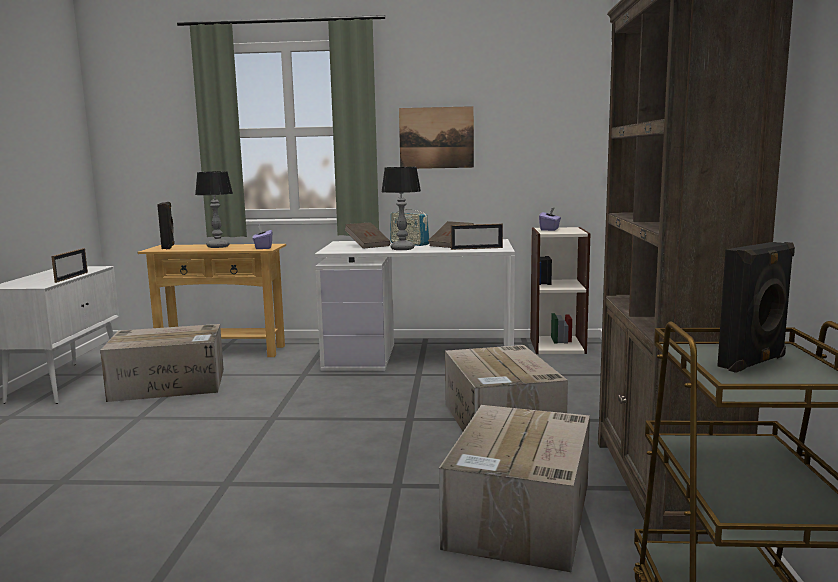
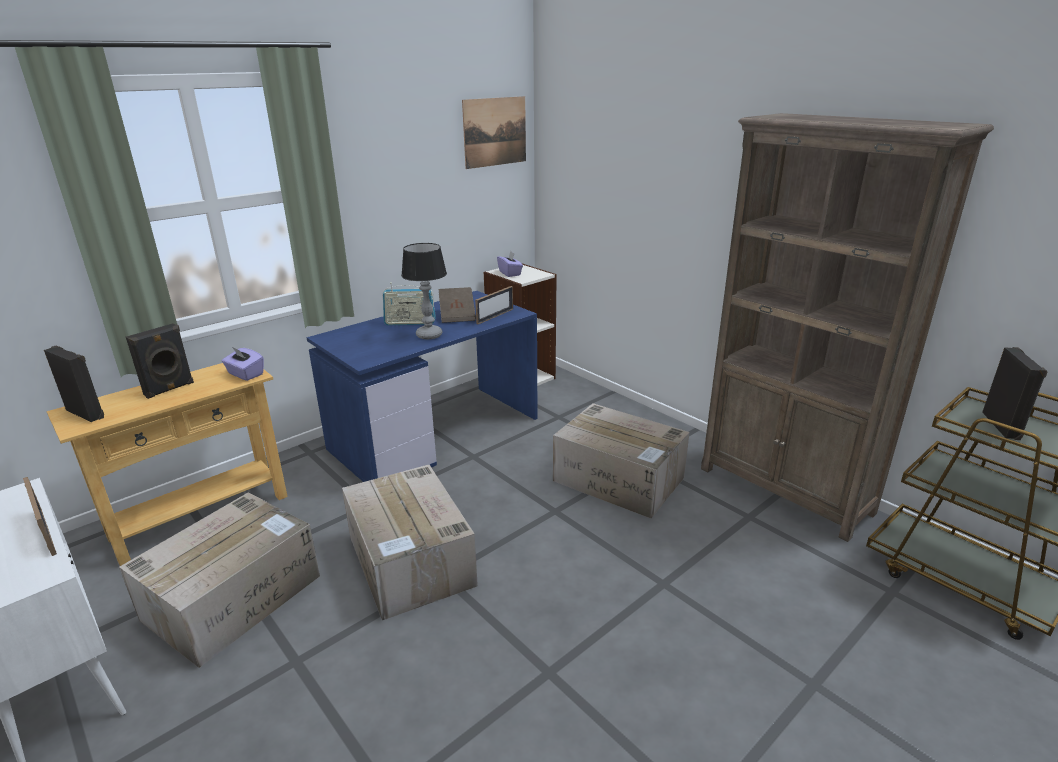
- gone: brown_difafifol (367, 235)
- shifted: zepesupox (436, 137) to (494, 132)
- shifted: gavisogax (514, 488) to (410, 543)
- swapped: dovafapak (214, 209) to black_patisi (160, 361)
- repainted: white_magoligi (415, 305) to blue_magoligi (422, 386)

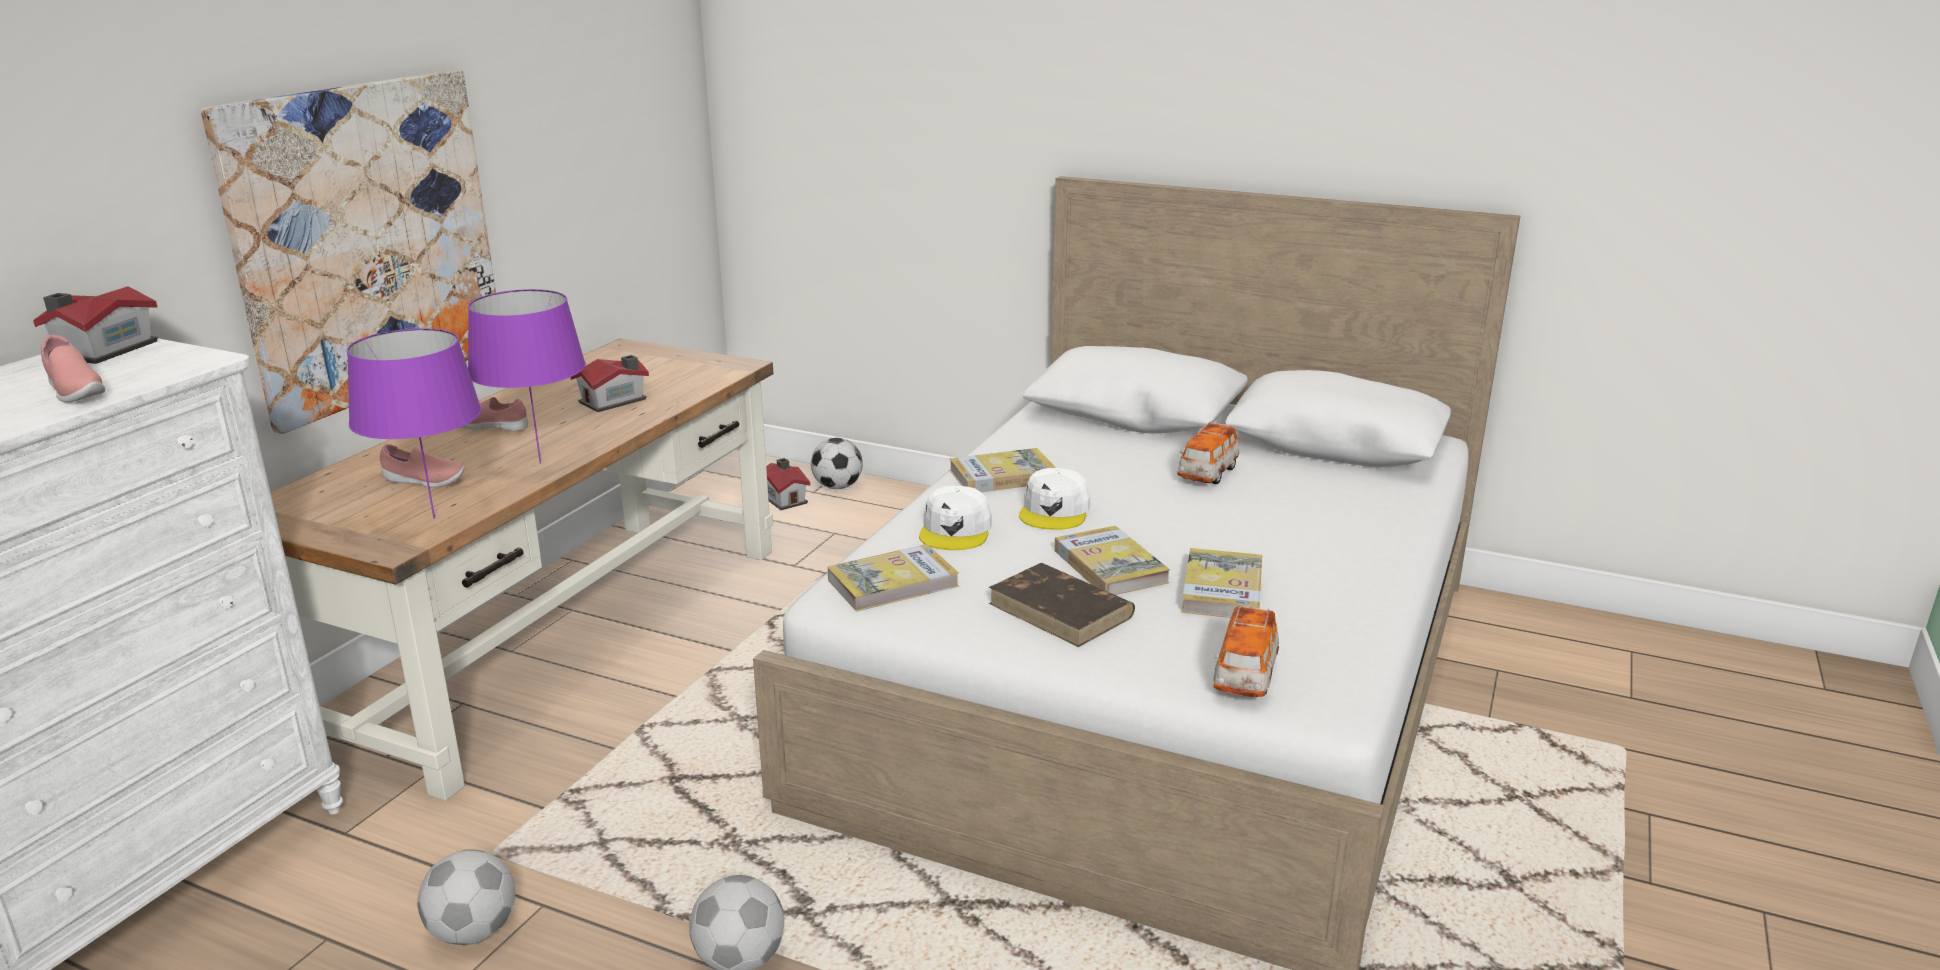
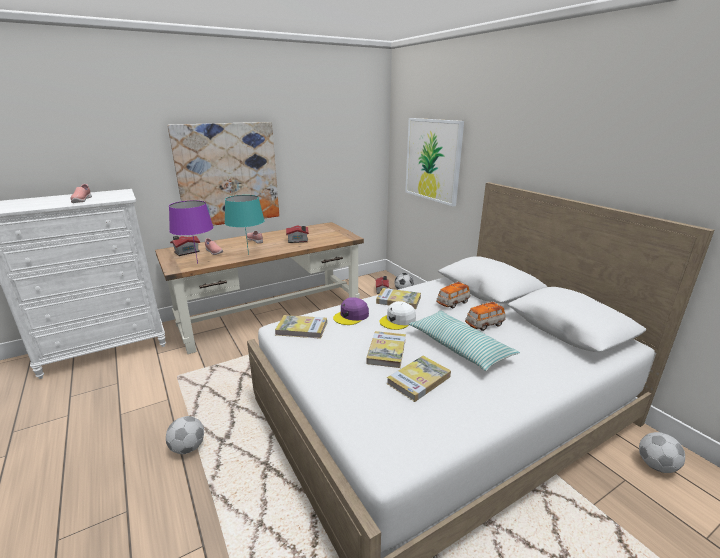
- gone: brown_difafifol (1062, 605)
- new: zepesupox (434, 162)
- new: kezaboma (464, 341)
- shifted: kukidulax (95, 325) to (185, 246)
- shifted: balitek (466, 897) to (662, 452)
- shifted: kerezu (1246, 650) to (453, 294)
- repainted: purple_dovafapak (527, 376) to turquoise_dovafapak (245, 225)
- repainted: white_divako (955, 518) to purple_divako (351, 311)

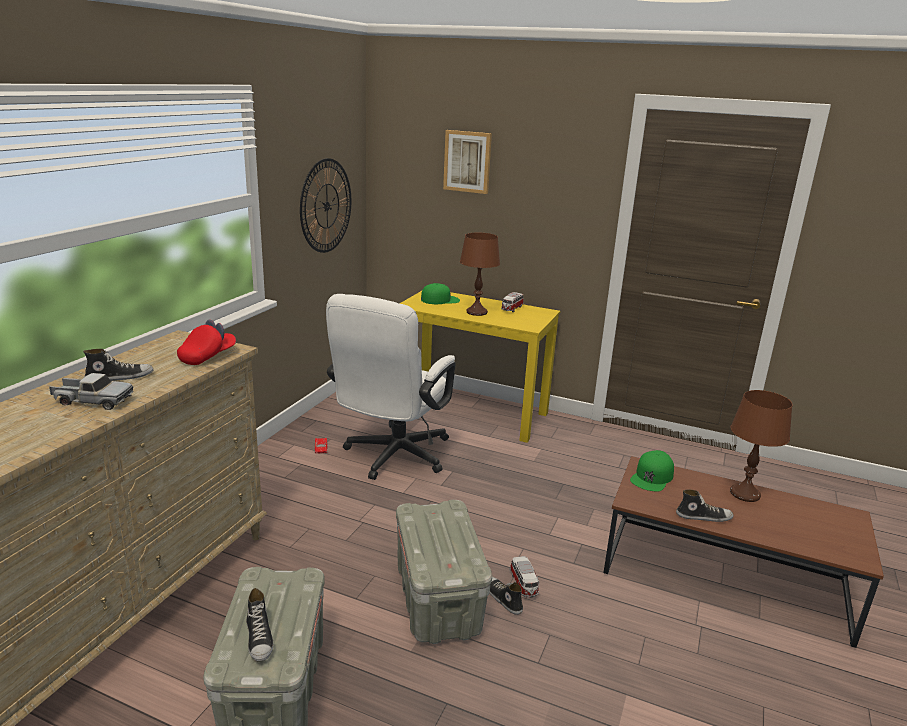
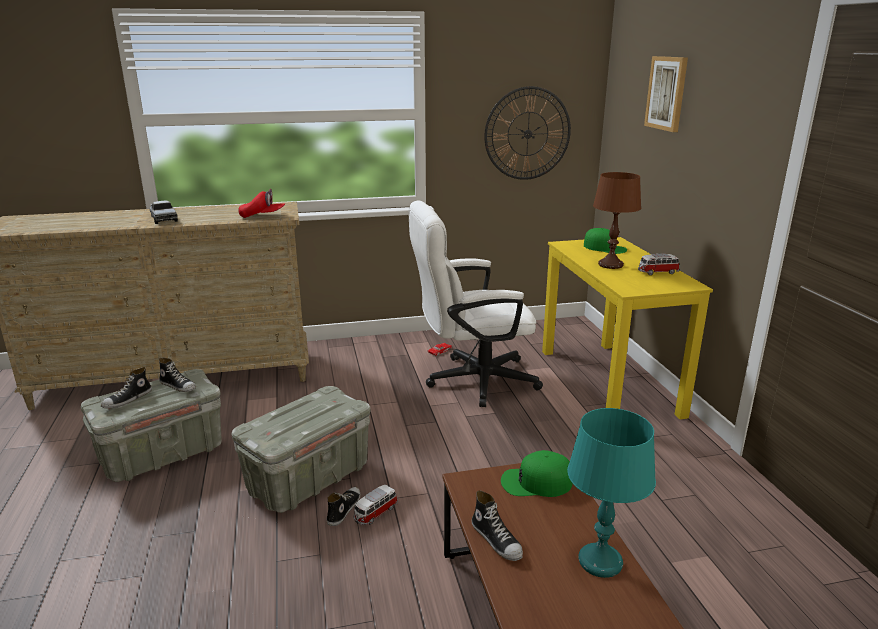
- shifted: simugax (118, 365) to (177, 375)
- repainted: brown_dovafapak (761, 446) to turquoise_dovafapak (611, 493)

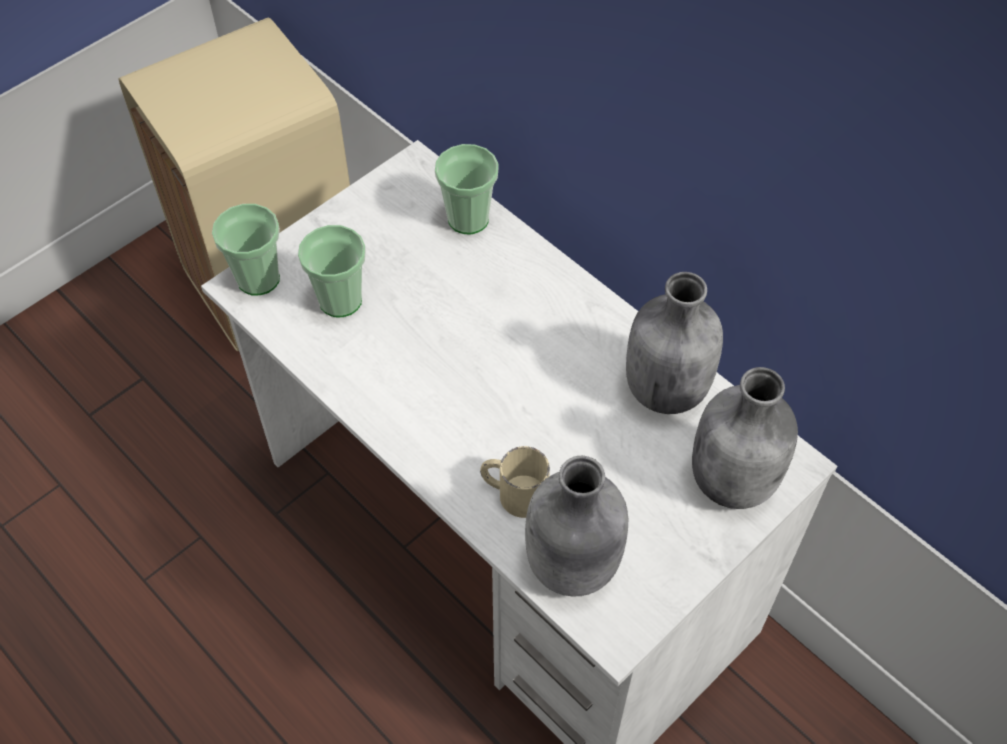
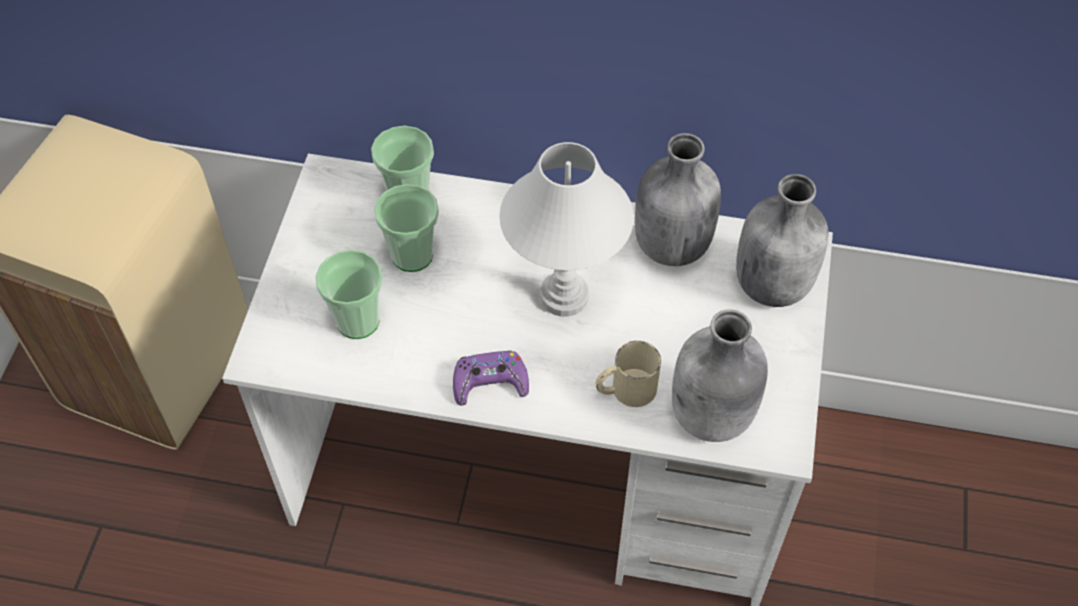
- new: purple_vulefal (491, 378)
- new: white_dovafapak (566, 229)
- shifted: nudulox (246, 249) to (406, 228)

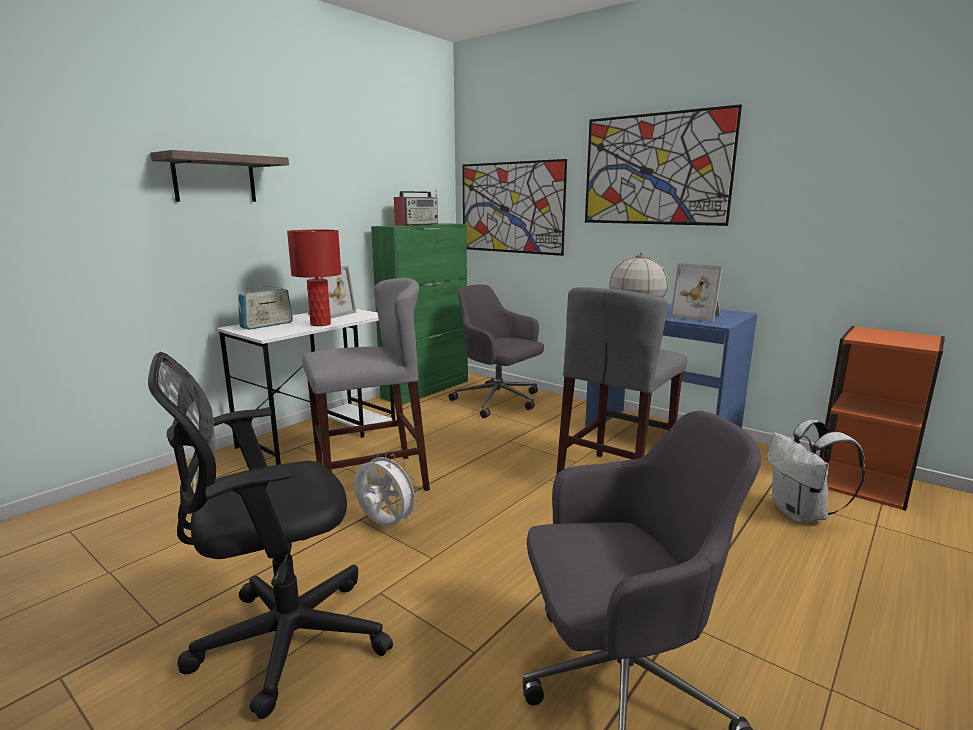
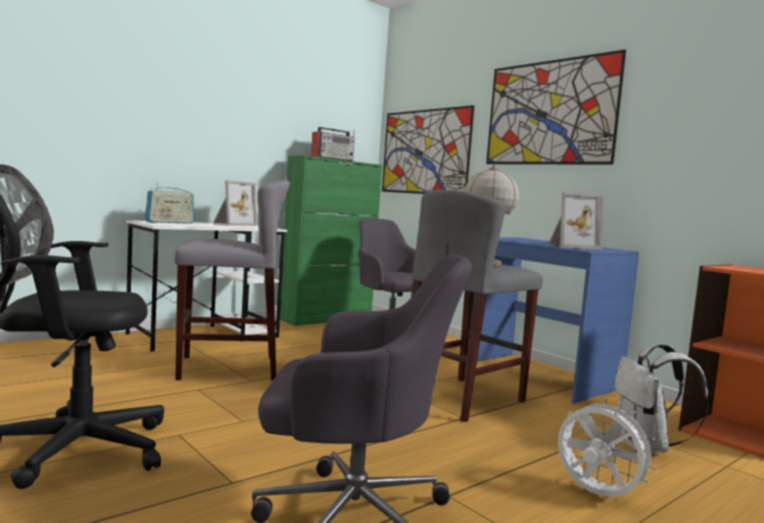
- gone: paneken (219, 176)
- gone: red_dovafapak (314, 278)
- shifted: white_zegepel (387, 489) to (608, 447)
- rotated: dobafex (696, 292) = (576, 221) 60 degrees counterclockwise

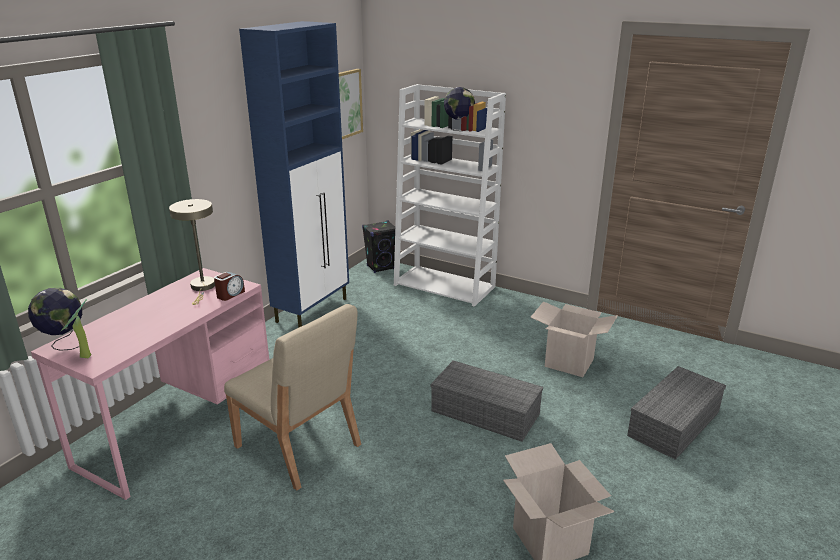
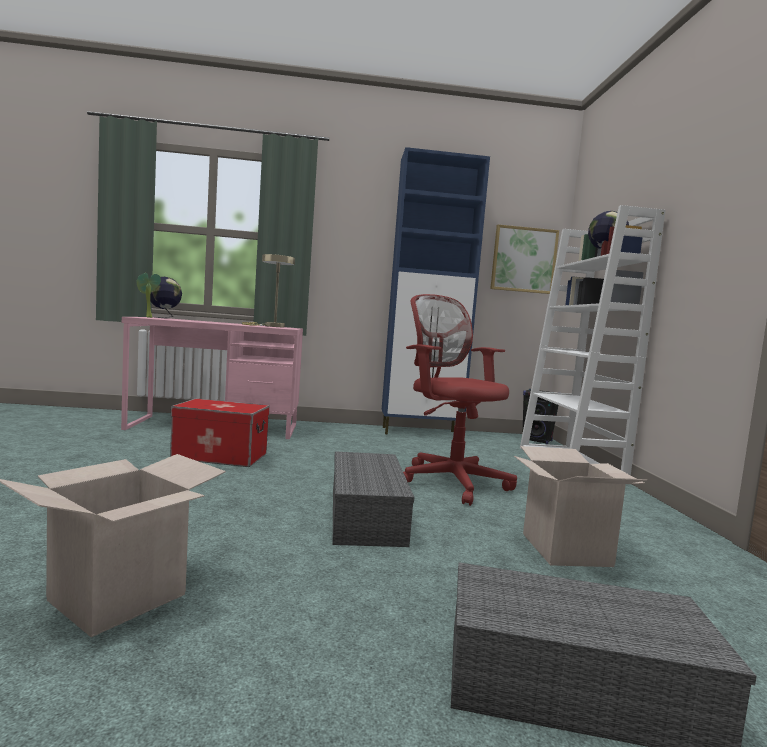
- gone: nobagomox (229, 286)
- new: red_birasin (460, 400)
- swapped: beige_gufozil (292, 397) to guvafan (220, 433)

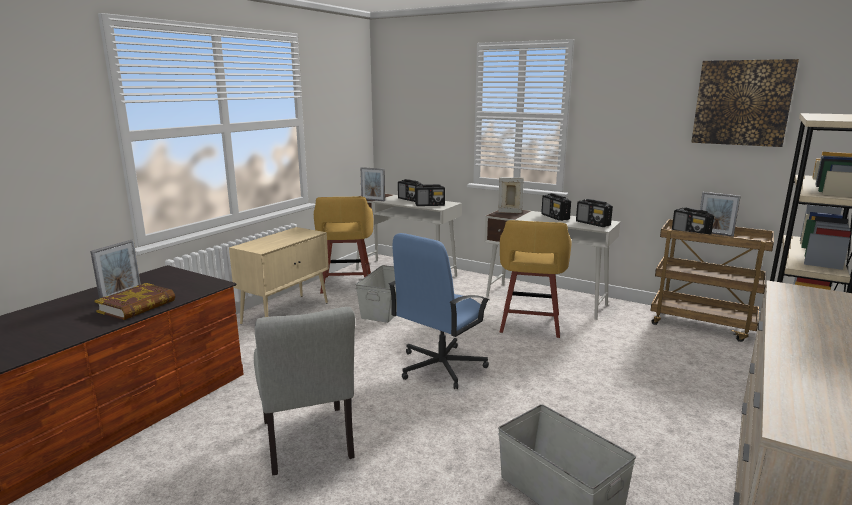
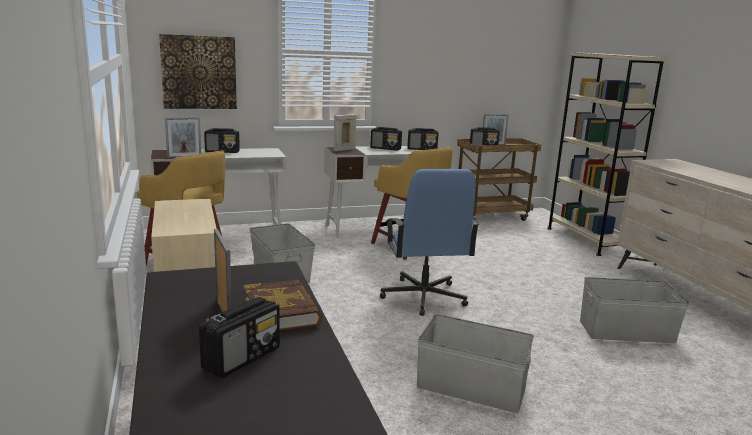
- shifted: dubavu (430, 195) to (239, 337)
- shifted: zepesupox (745, 103) to (198, 71)
- swapped: grey_gufozil (304, 391) to grey_guvafan (475, 363)

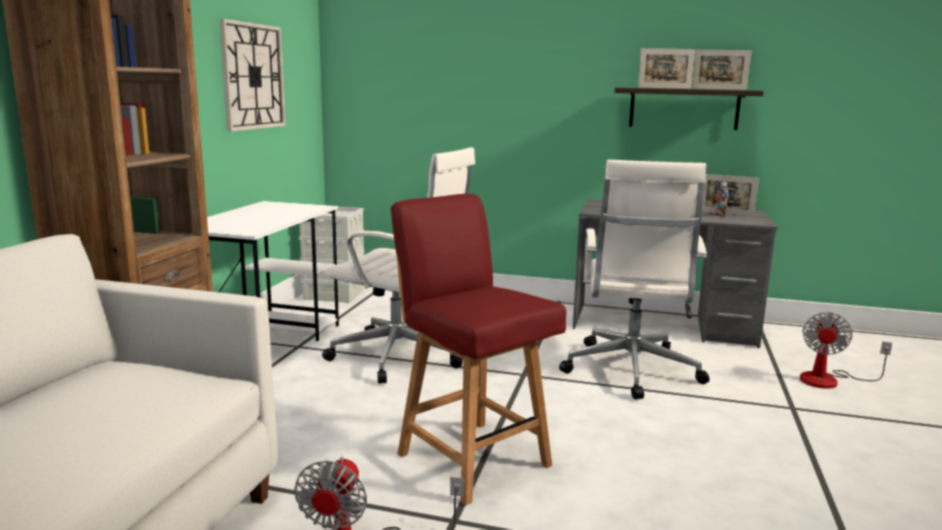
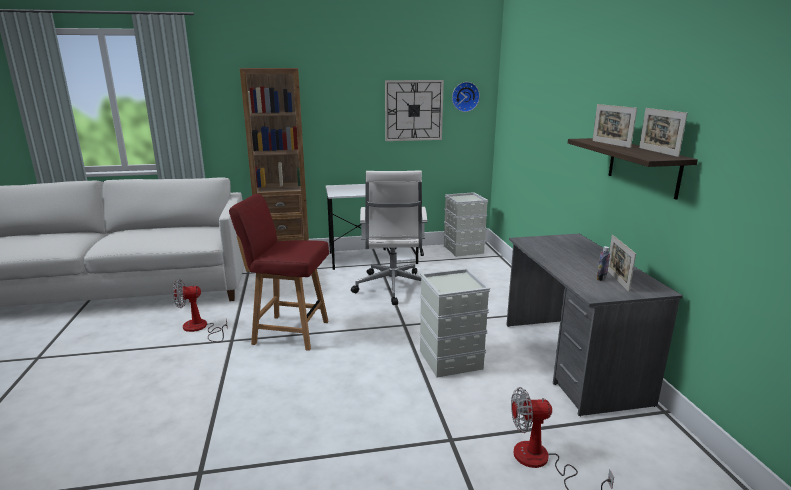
- new: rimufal (466, 97)
- swapped: white_birasin (634, 279) to grey_guvafan (454, 322)
- rotated: red_gufozil (478, 349) = (279, 272) 105 degrees counterclockwise

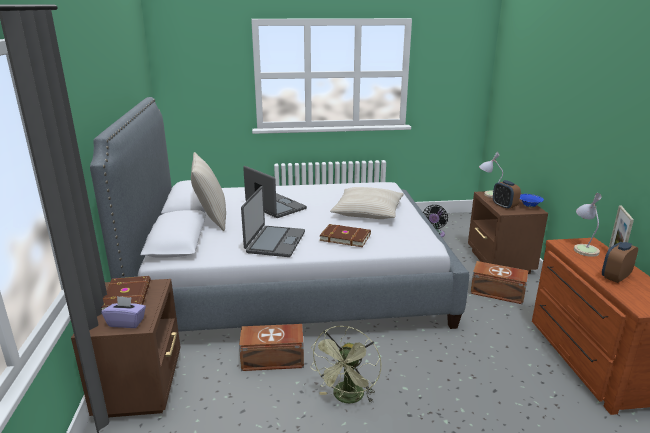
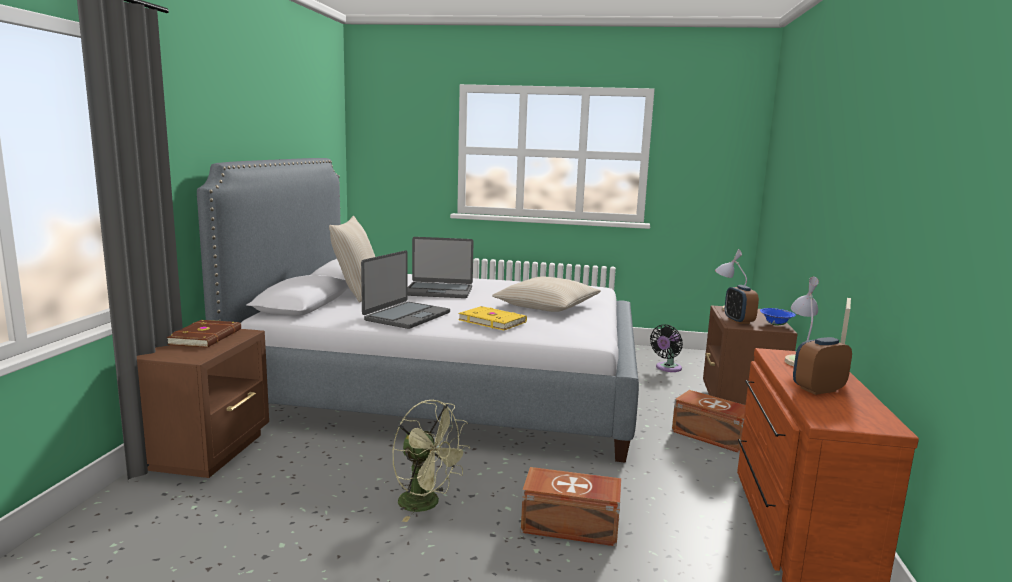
- gone: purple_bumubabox (124, 312)
- shifted: brown_guvafan (271, 347) to (571, 506)
- repainted: brown_difafifol (345, 235) to yellow_difafifol (492, 318)
- rotated: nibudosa (275, 192) = (440, 267) 120 degrees clockwise
- rotated: green_zegepel (346, 365) = (431, 461) 90 degrees counterclockwise

